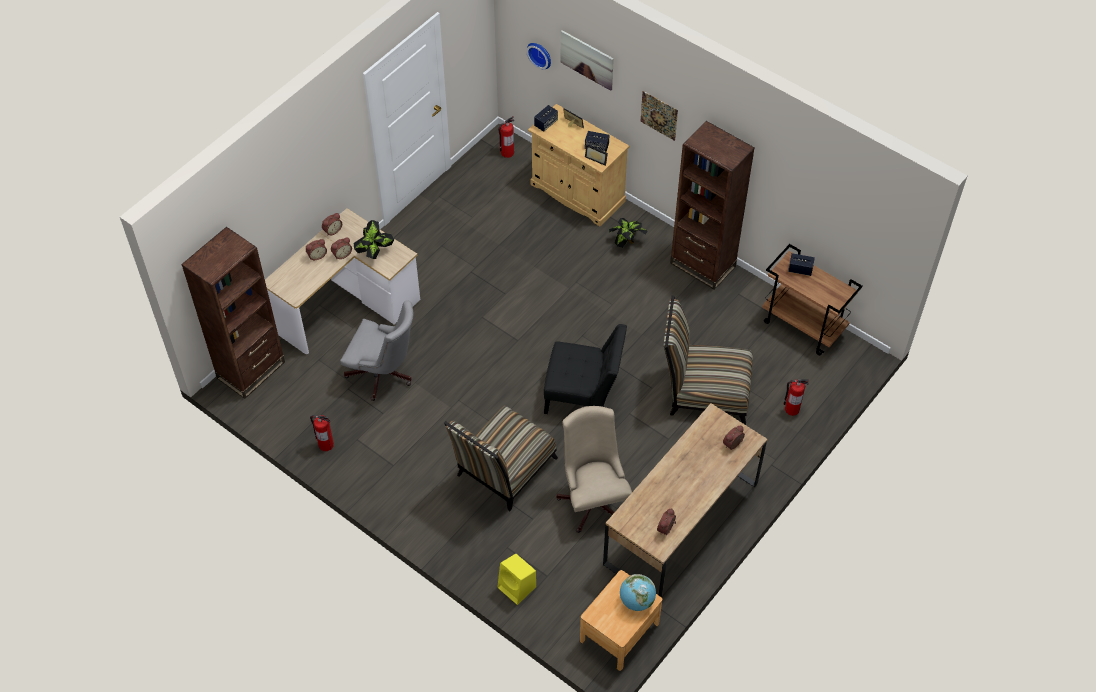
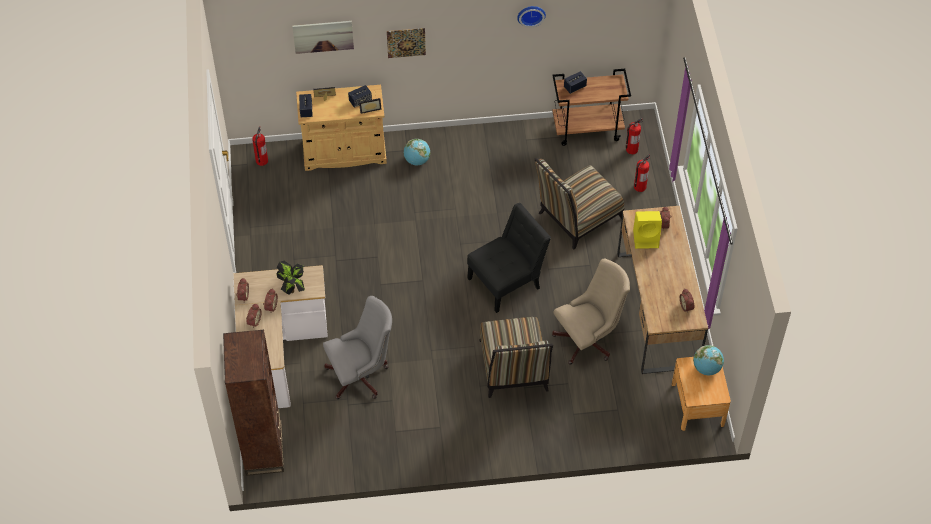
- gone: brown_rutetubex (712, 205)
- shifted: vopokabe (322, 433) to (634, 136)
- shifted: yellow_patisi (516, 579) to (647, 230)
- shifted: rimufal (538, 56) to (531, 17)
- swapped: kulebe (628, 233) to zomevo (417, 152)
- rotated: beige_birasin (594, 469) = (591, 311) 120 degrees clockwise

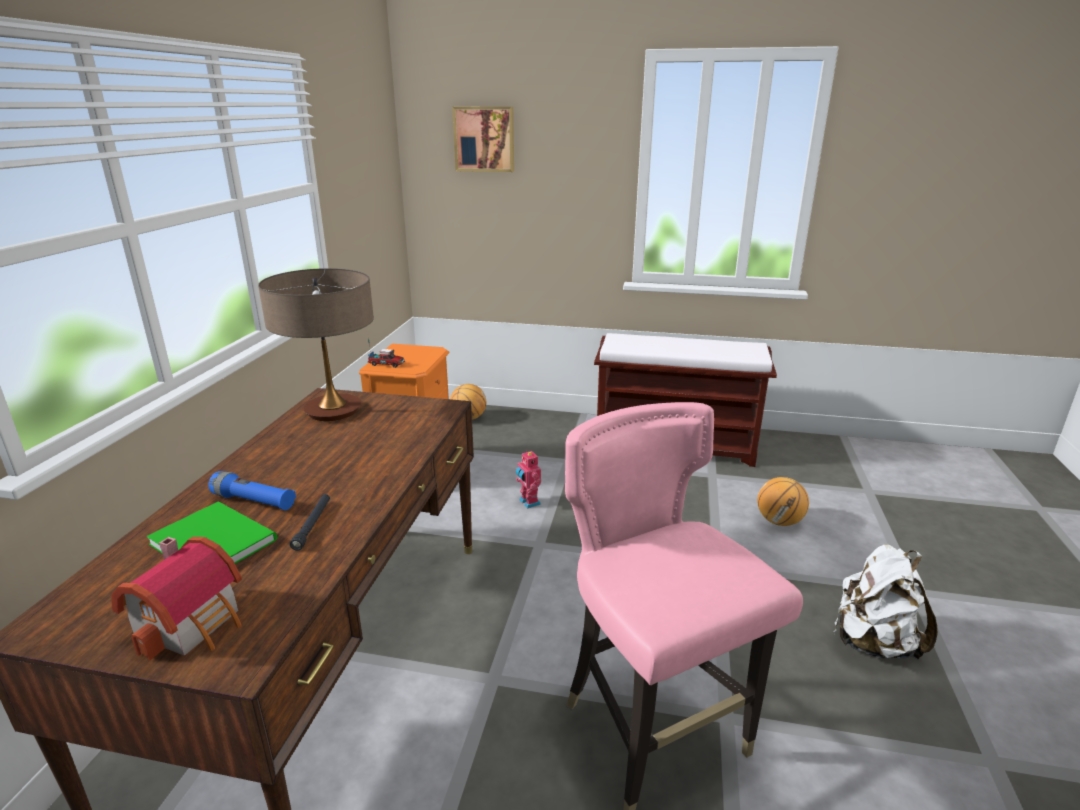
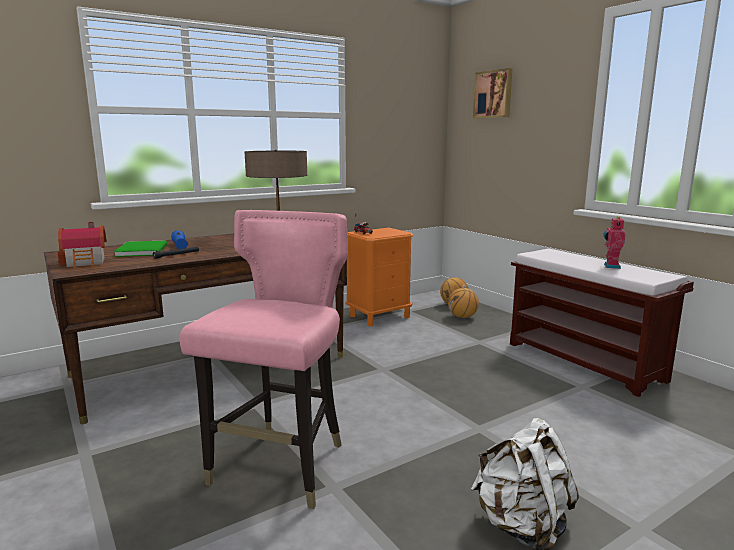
- shifted: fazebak (528, 479) to (614, 242)
- shifted: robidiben (783, 501) to (463, 303)

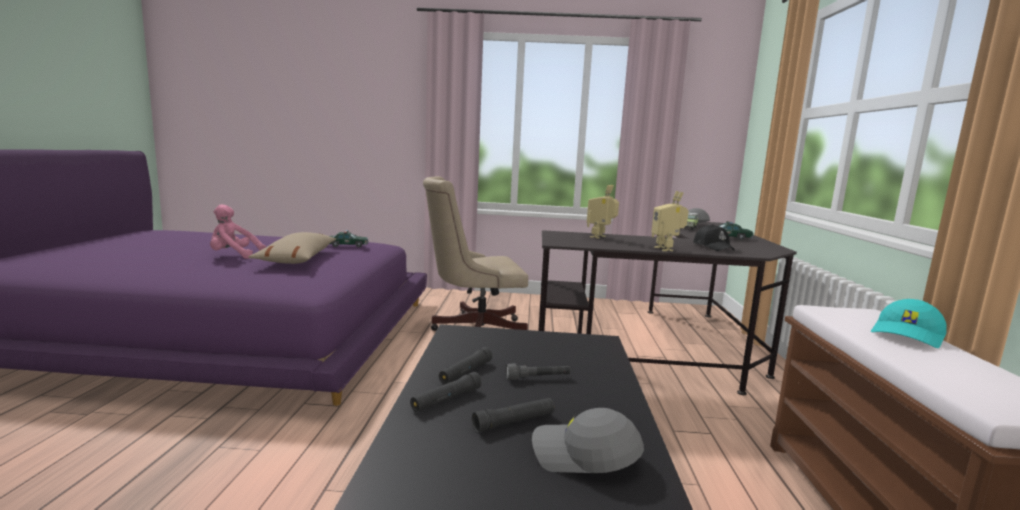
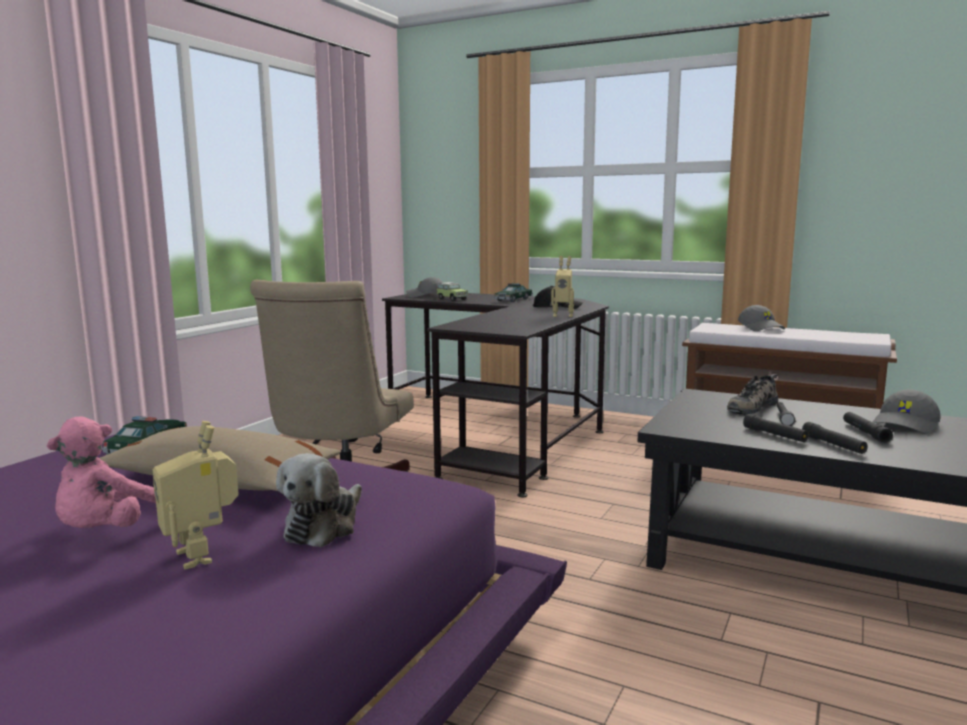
- new: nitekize (319, 500)
- new: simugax (752, 394)
- shifted: fazebak (603, 212) to (196, 495)
- repainted: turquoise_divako (909, 323) to grey_divako (761, 318)

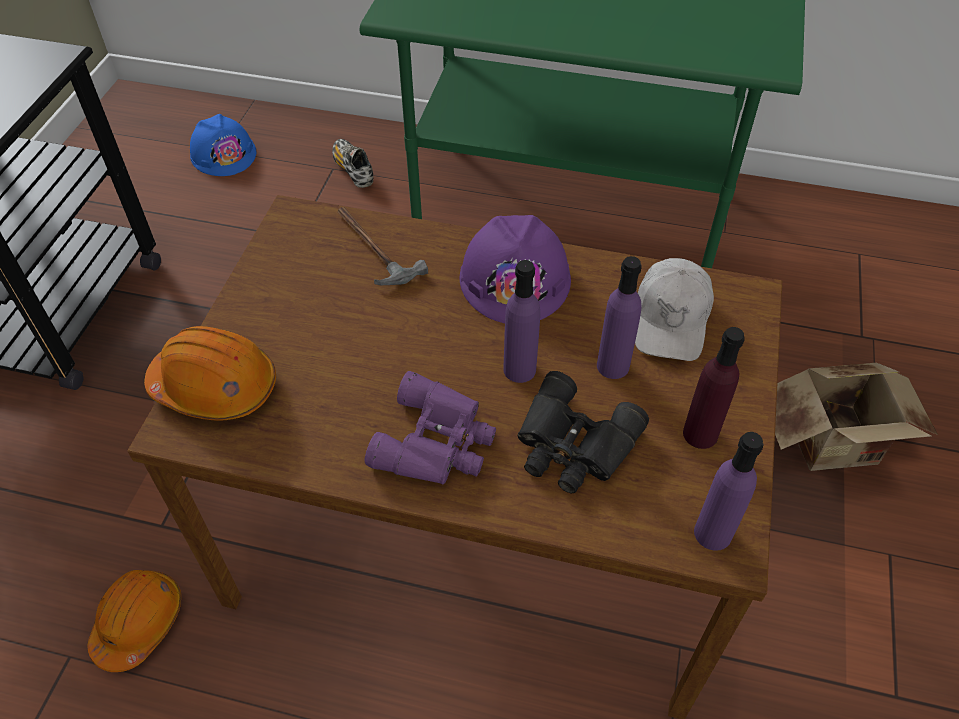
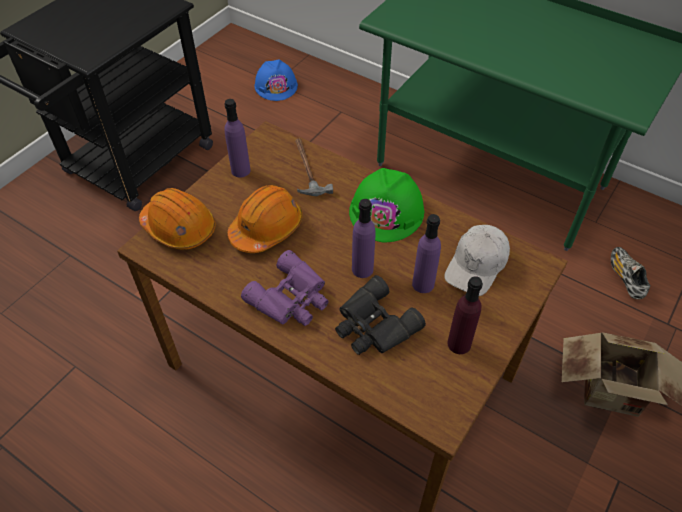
- shifted: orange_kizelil (134, 621) to (265, 219)
- shifted: simugax (353, 163) to (630, 273)
- shifted: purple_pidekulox (728, 491) to (238, 138)
- repainted: purple_kizelil (515, 269) to green_kizelil (386, 205)

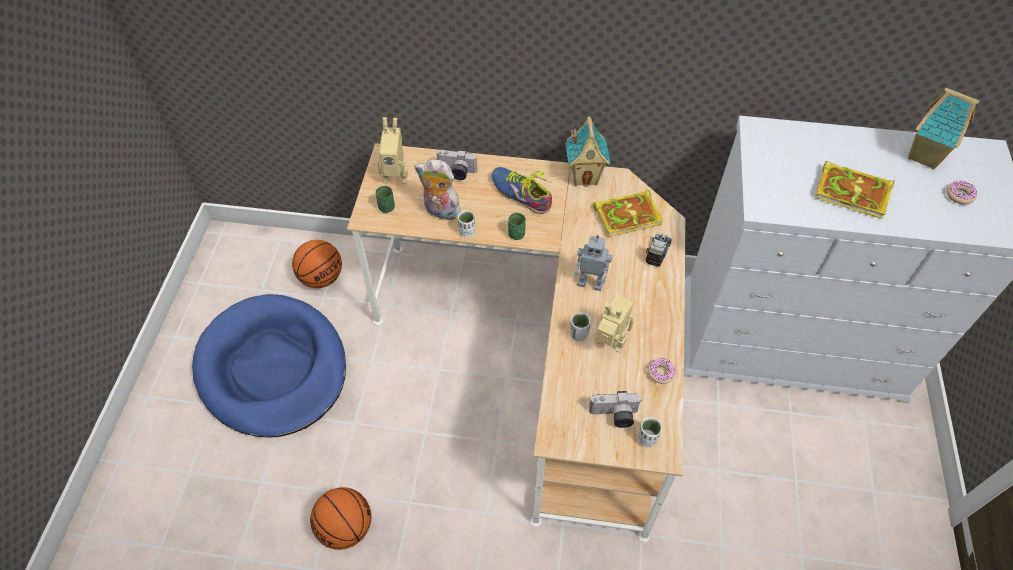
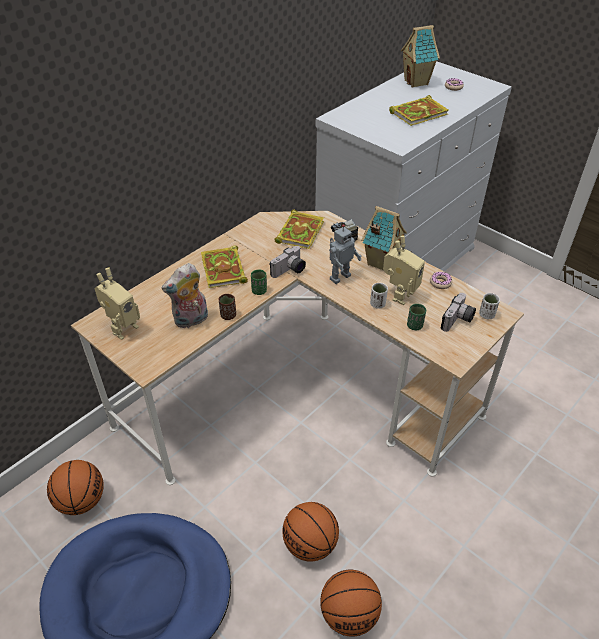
- new: robidiben (310, 532)
- shifted: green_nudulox (385, 199) to (416, 317)
- shifted: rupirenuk (457, 164) to (288, 262)
- shifted: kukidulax (587, 152) to (384, 239)
- swapped: simugax (522, 190) to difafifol (224, 267)
- repainted: white_nudulox (466, 224) to brown_nudulox (227, 307)
- rotated: fazebak (615, 324) = (404, 270) 150 degrees clockwise

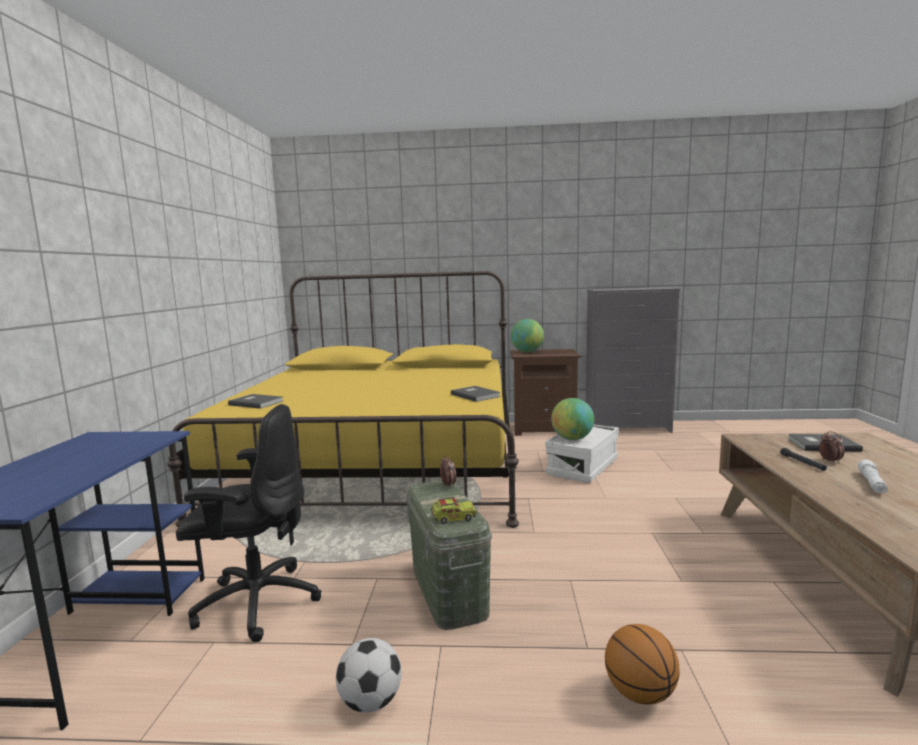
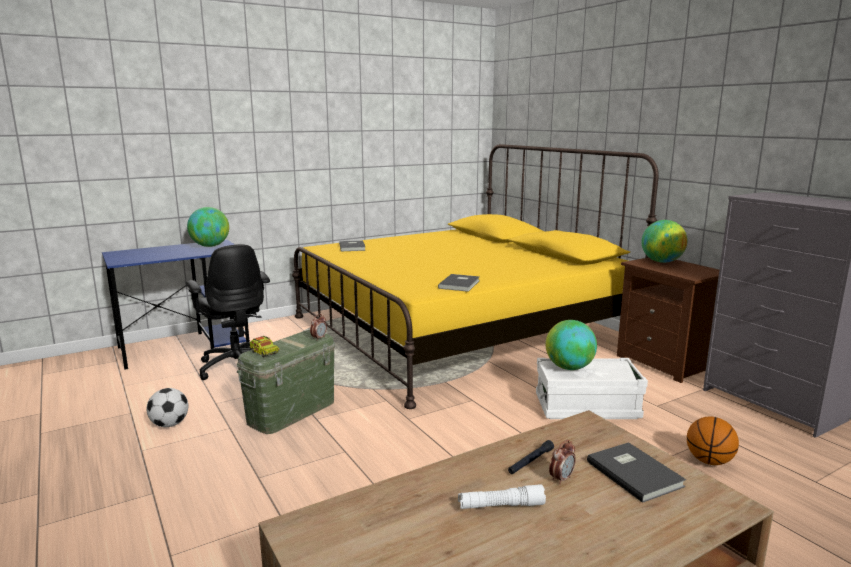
- new: zomevo (208, 227)
- shifted: robidiben (642, 664) to (713, 441)

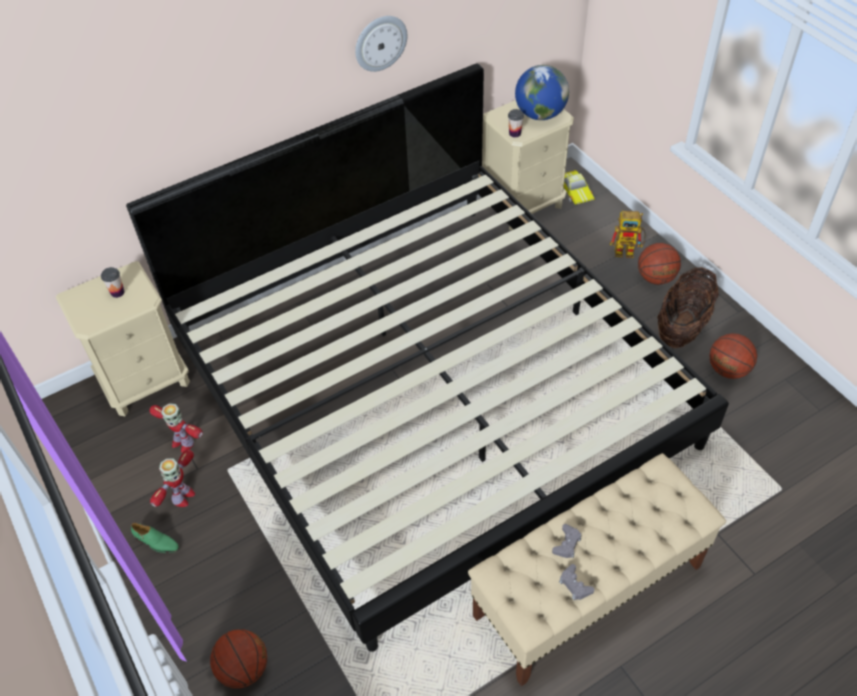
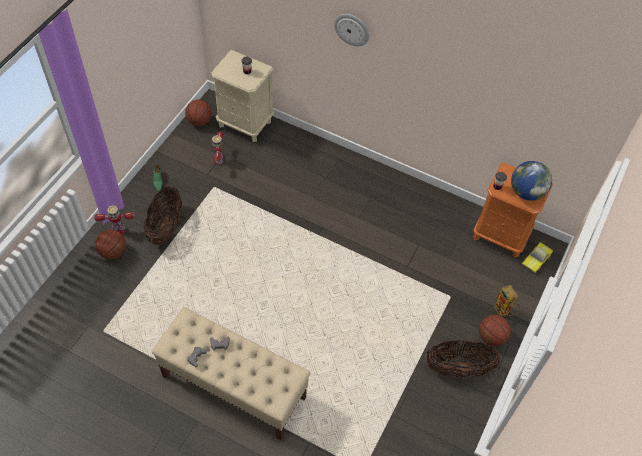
- gone: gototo (427, 357)
- new: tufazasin (163, 215)
- shifted: fazebak (172, 478) to (114, 219)
- shifted: rimufal (381, 44) to (351, 30)
- shifted: robidiben (733, 356) to (198, 112)
- repainted: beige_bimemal (528, 165) to orange_bimemal (513, 210)

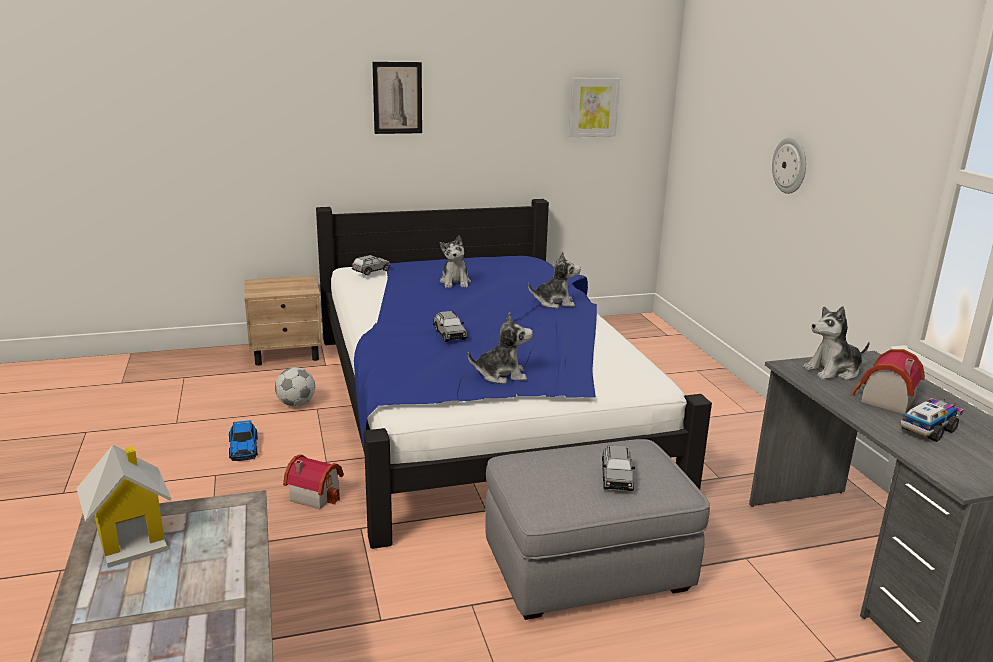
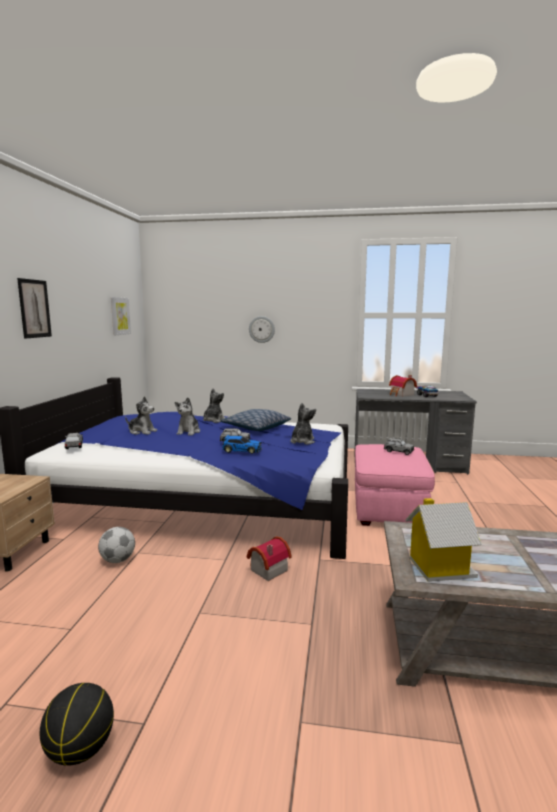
- new: robidiben (77, 724)
- new: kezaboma (256, 420)
- shifted: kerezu (243, 440) to (242, 444)
- shifted: nitekize (836, 343) to (187, 416)
- repainted: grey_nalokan (597, 529) to pink_nalokan (395, 485)

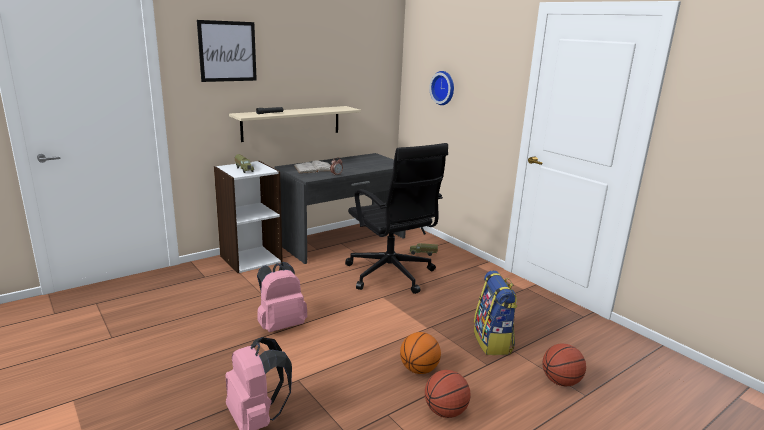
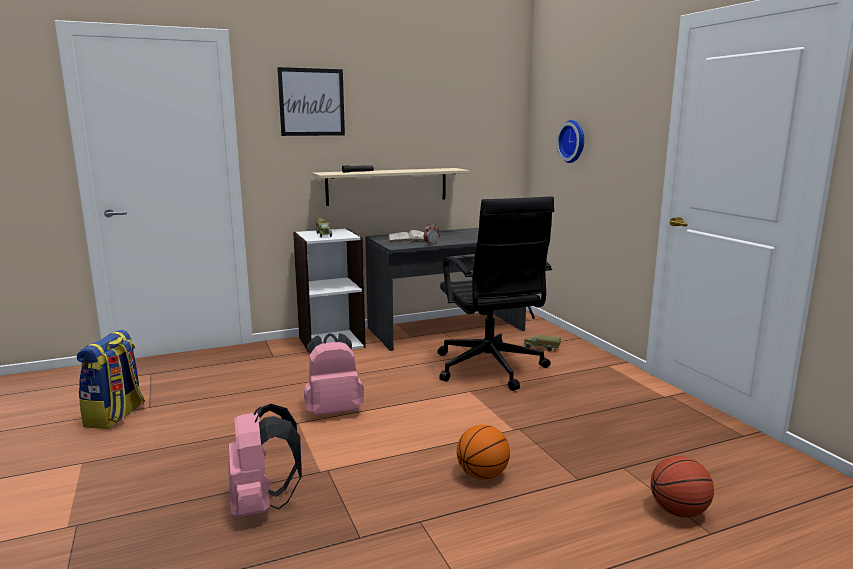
- gone: robidiben (447, 394)
- shifted: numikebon (495, 313) to (111, 379)

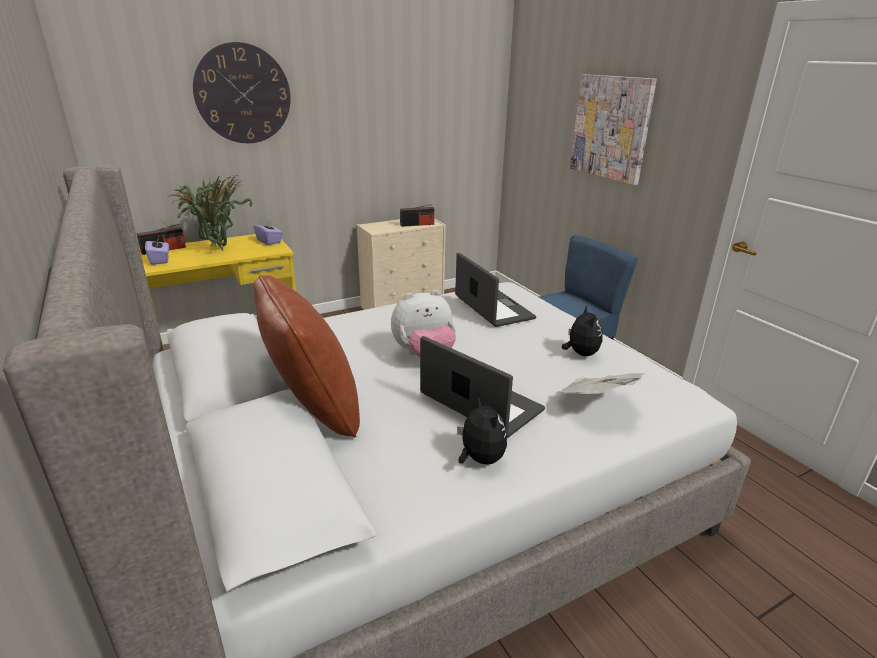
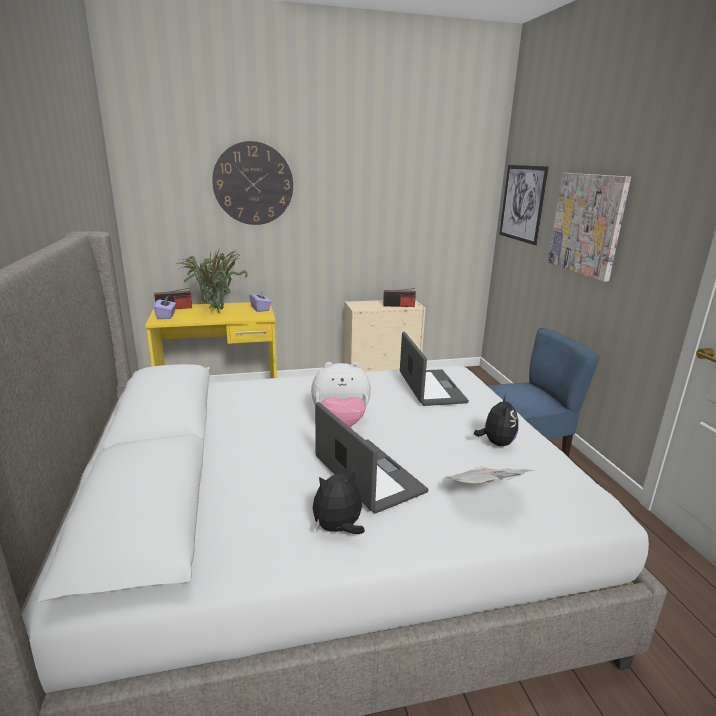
- gone: brown_kezaboma (306, 356)
- new: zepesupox (524, 205)
- rotated: nitekize (482, 429) = (339, 501) 105 degrees counterclockwise

